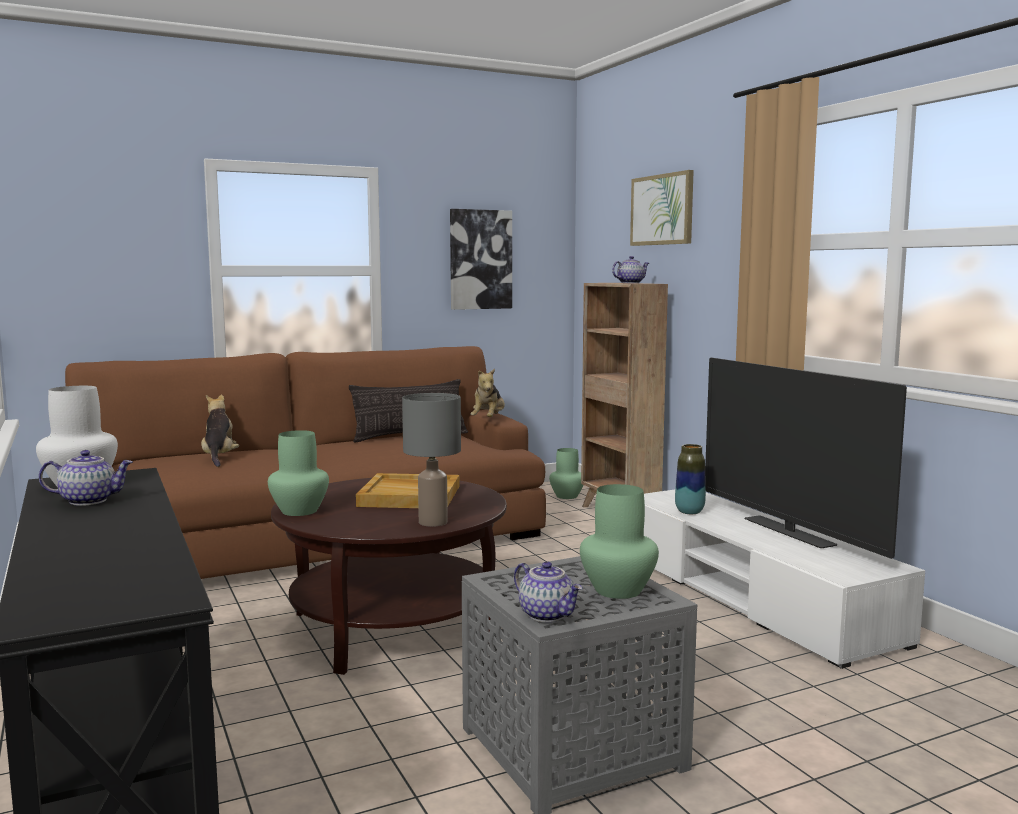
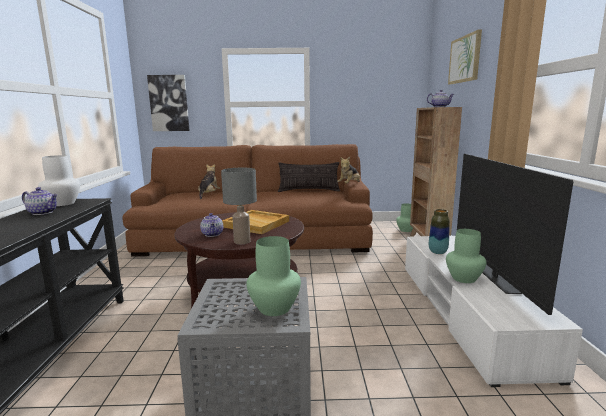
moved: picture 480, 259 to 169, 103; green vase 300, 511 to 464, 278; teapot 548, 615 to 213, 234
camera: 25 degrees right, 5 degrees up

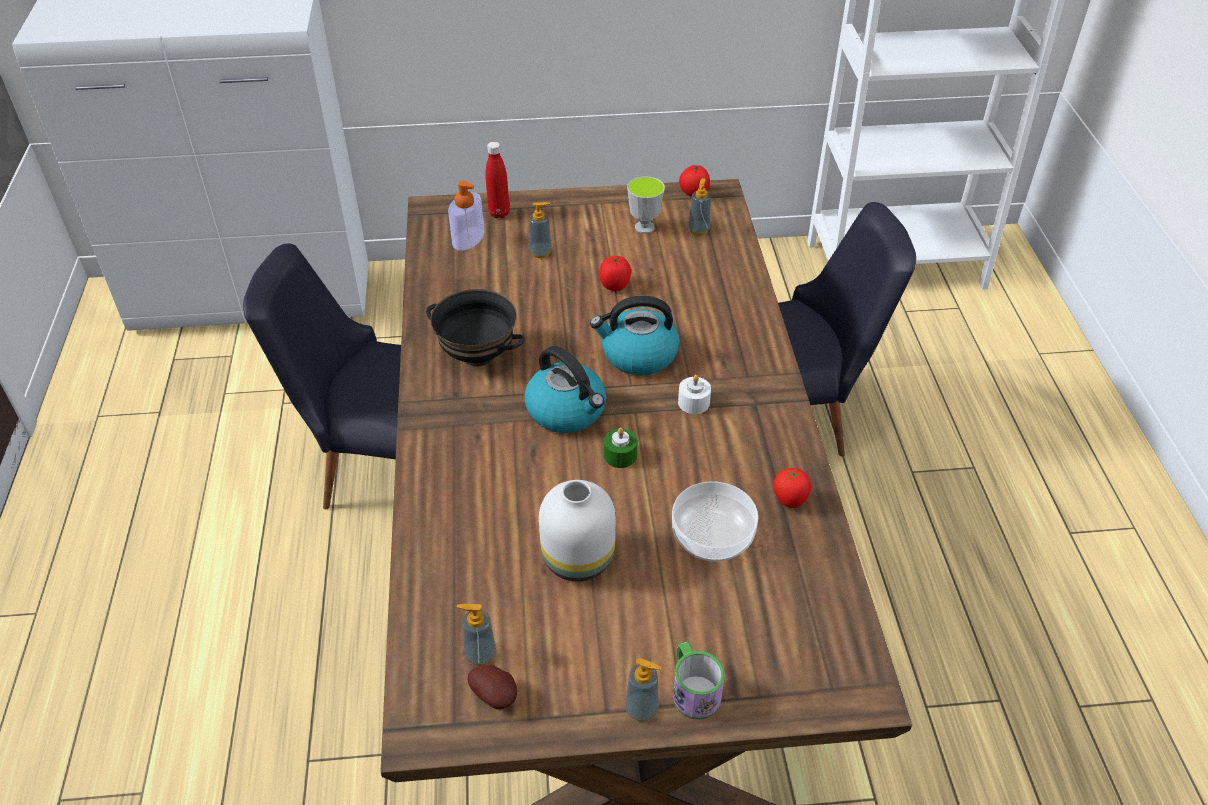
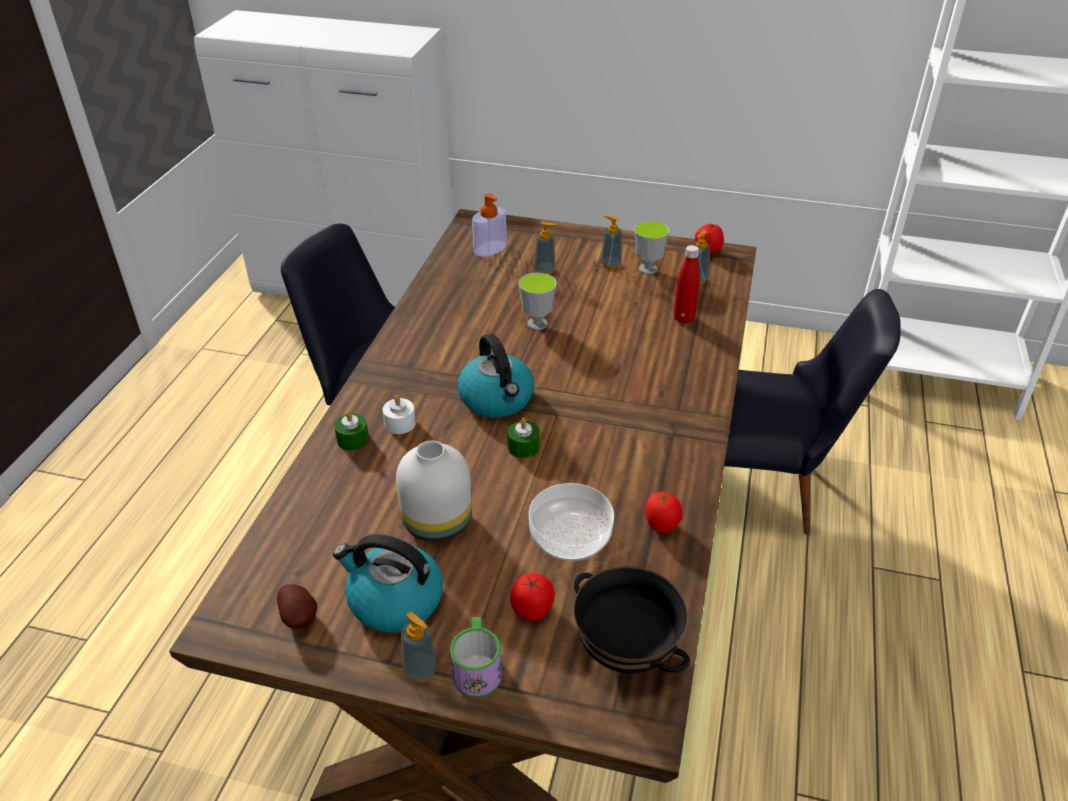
added: cup 537, 324; green candle 353, 439
moved: red bottle 499, 213 to 683, 318; tomato 615, 286 to 532, 610; black bowl 477, 356 to 624, 653; kettle 638, 355 to 394, 600; white candle 693, 402 to 400, 423; soap dispenser 480, 654 to 611, 265
camera: 20 degrees right, 5 degrees down

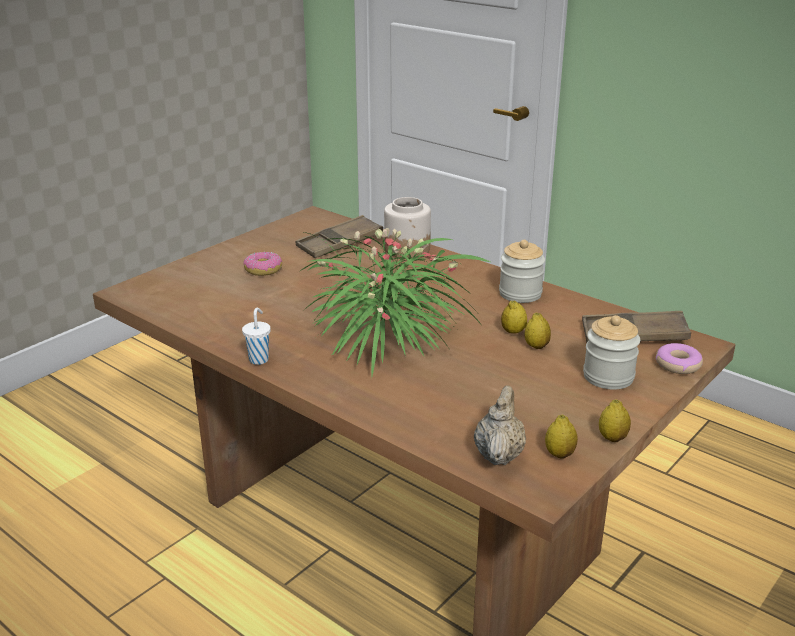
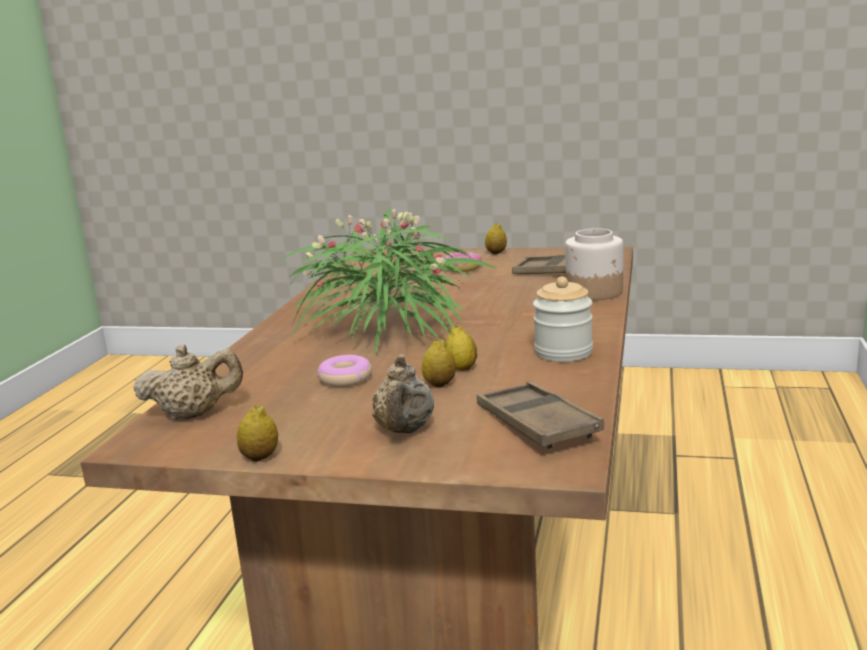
removed: white cup 259, 359
moved: donut 678, 365 to 345, 379; lemon 559, 454 to 496, 253
replaced: jar 608, 377 to beige teapot 404, 430
camera: 65 degrees right, 10 degrees down

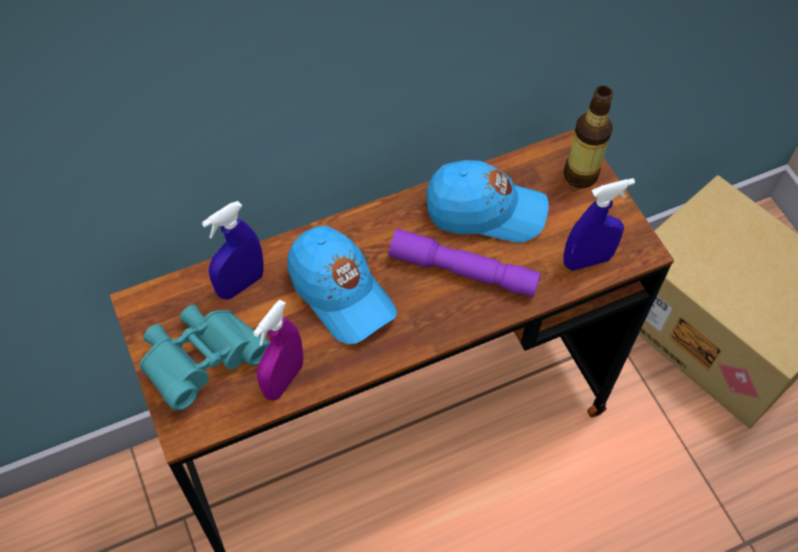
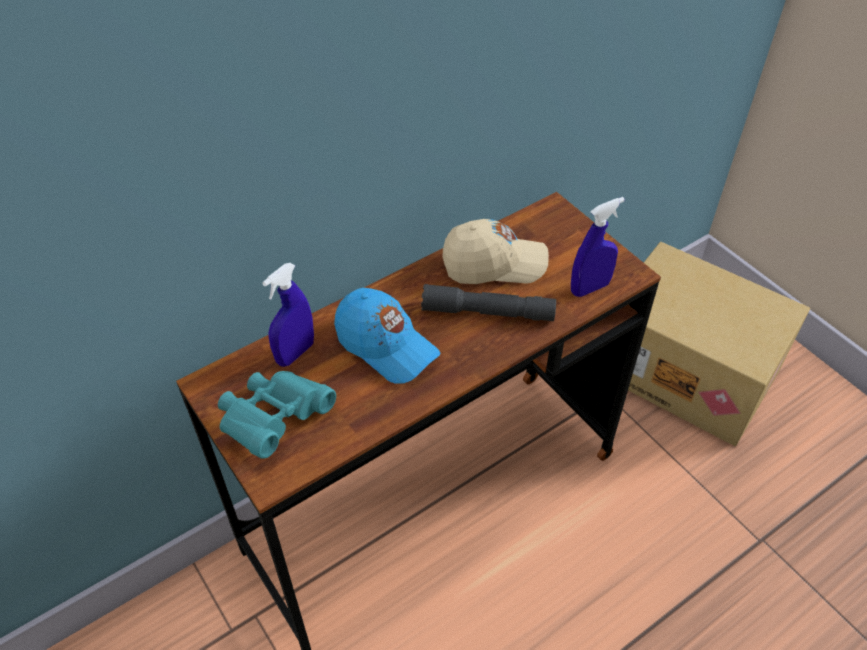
removed: bottle 580, 175; purple spray bottle 283, 380
recoloured: blue cap 485, 211 to beige cap 494, 264; purple flashlight 463, 271 to grey flashlight 488, 312
camera: 10 degrees left, 10 degrees down

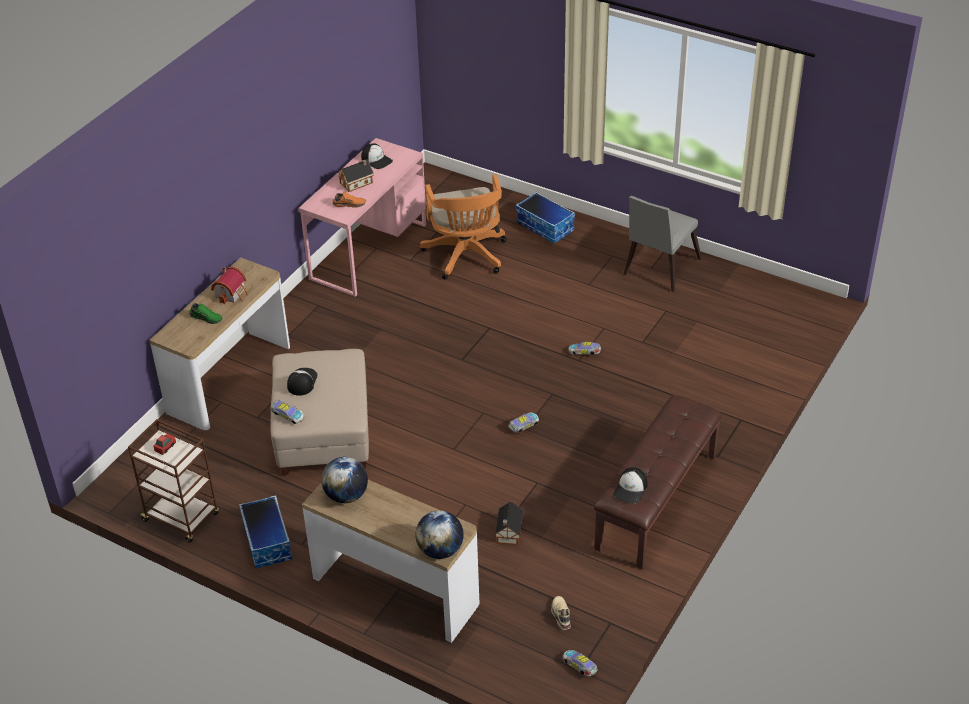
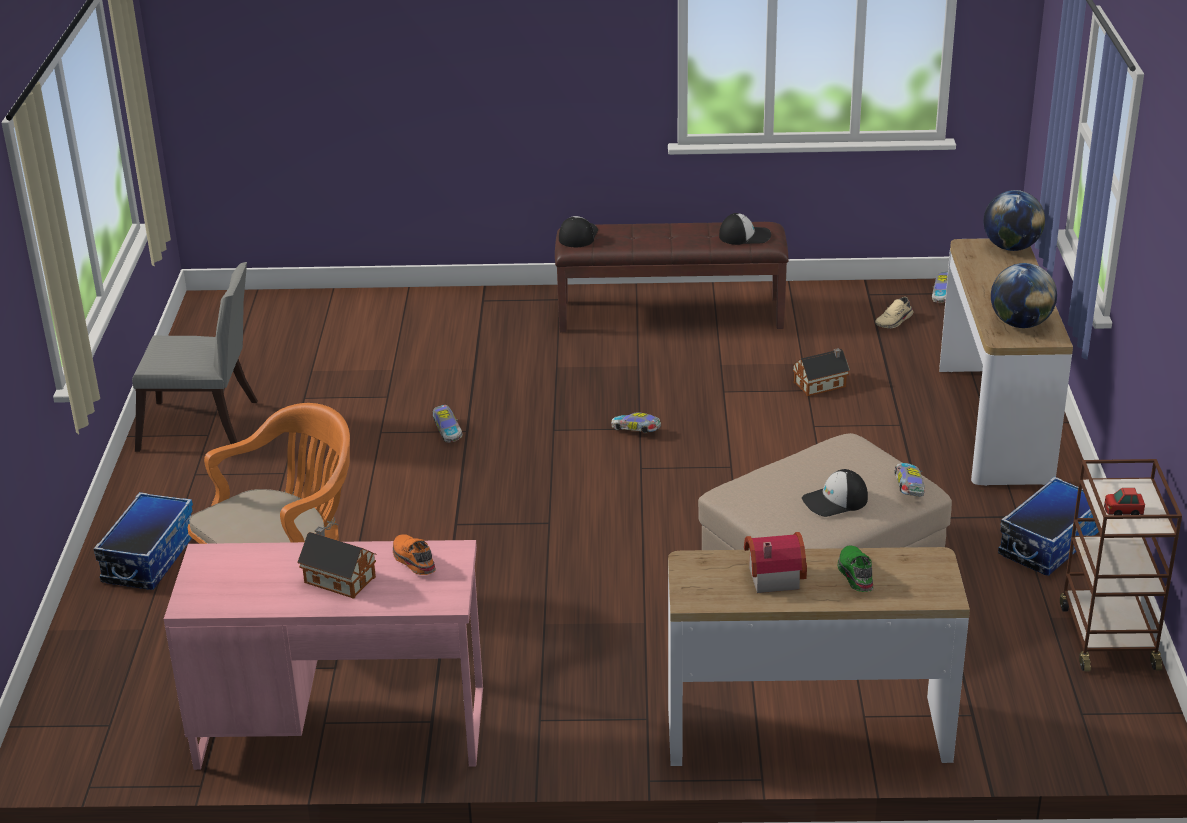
moved: cap 377, 160 to 577, 235
camera: 120 degrees left, 10 degrees down

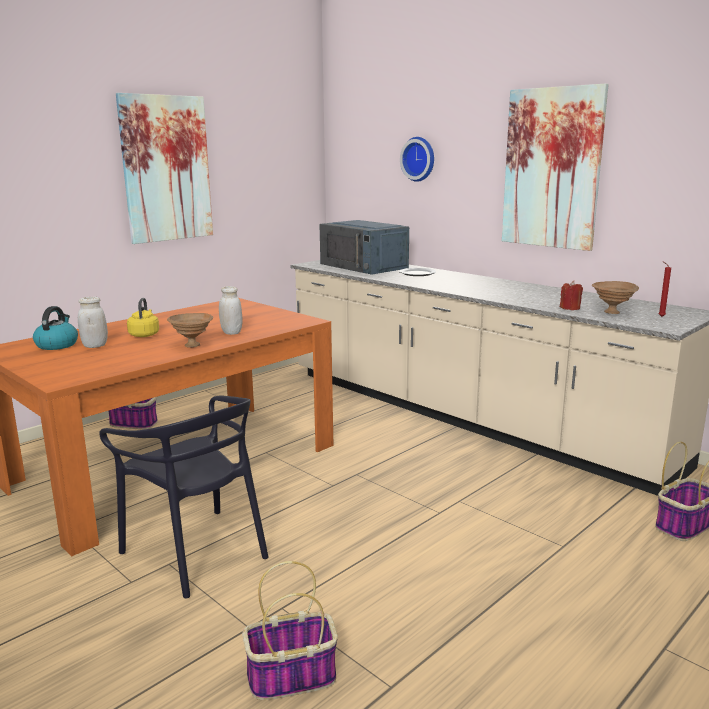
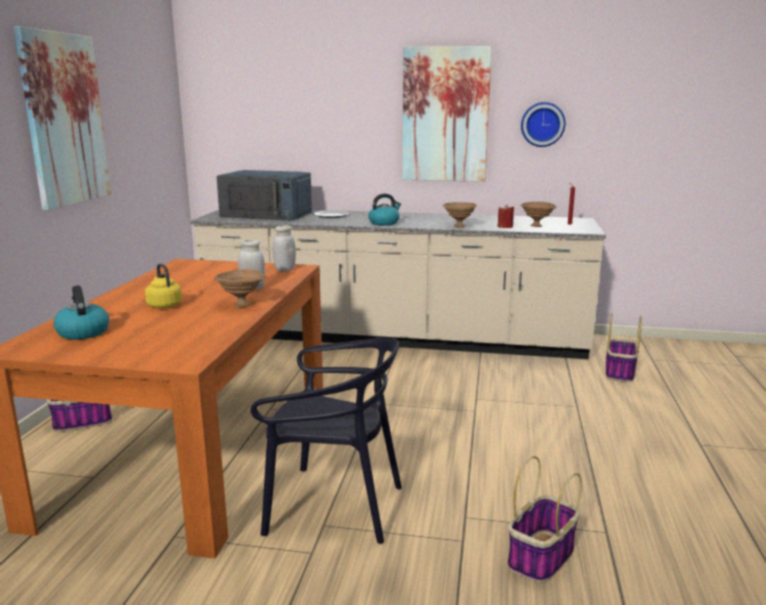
added: kettle 384, 223; brown bowl 459, 226
moved: wall clock 419, 159 to 542, 124; white jar 95, 345 to 285, 269
camera: 35 degrees left, 0 degrees up

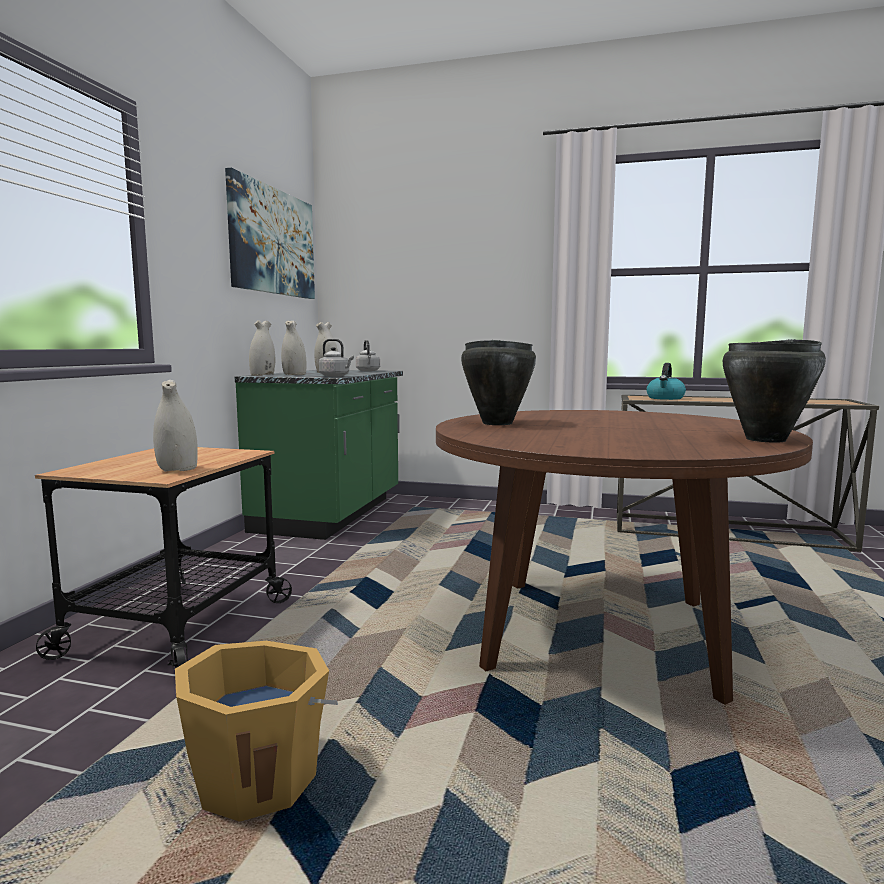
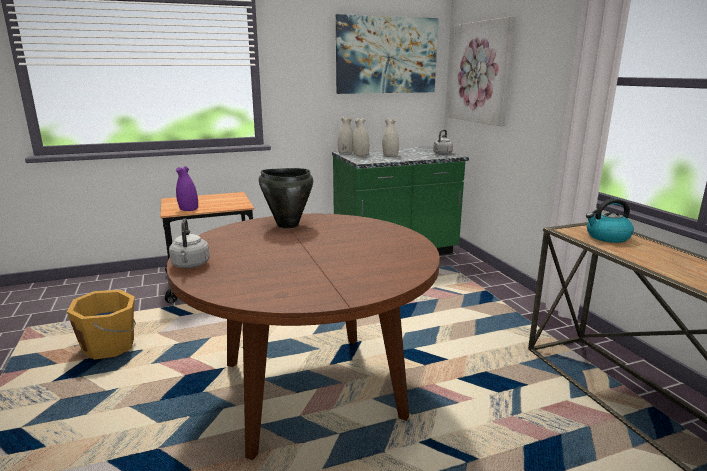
removed: black cooking pot 767, 439
added: picture 480, 73
moved: grey kettle 336, 376 to 190, 265
recoloured: white vase 177, 469 to purple vase 188, 209
camera: 55 degrees right, 10 degrees up

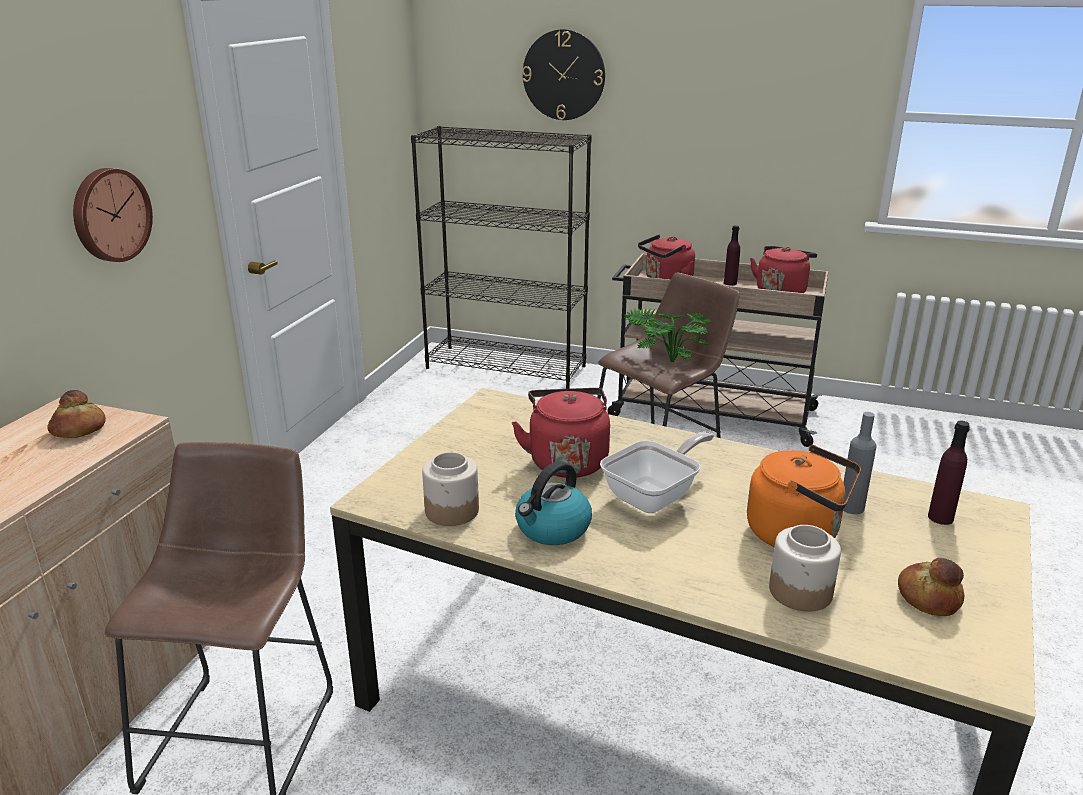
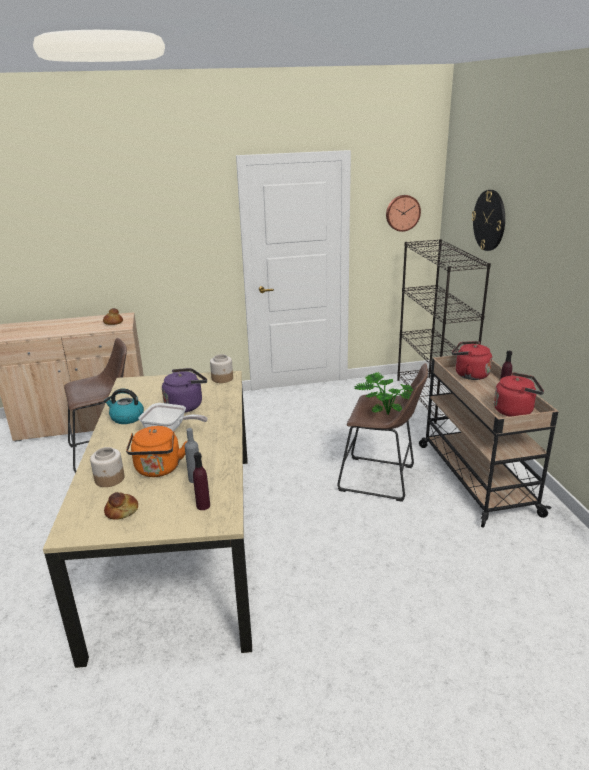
moved: wall clock 110, 215 to 402, 213; jar 452, 511 to 222, 378
recoloured: red kettle 567, 460 to purple kettle 186, 405
camera: 60 degrees right, 0 degrees up

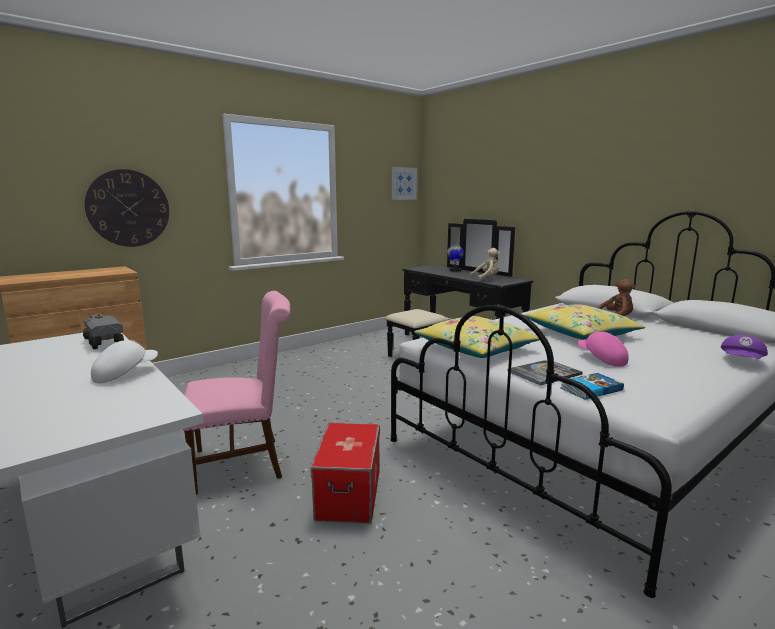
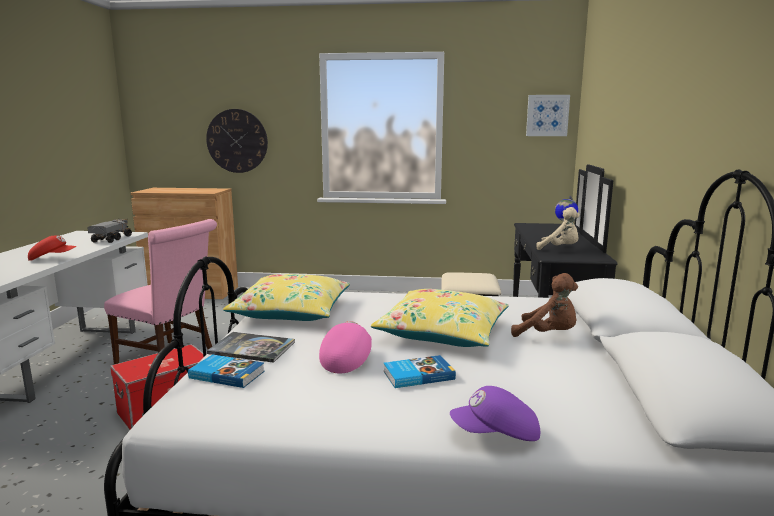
added: book 417, 375
recoloured: white cap 125, 374 to red cap 52, 258
camera: 45 degrees right, 0 degrees up

